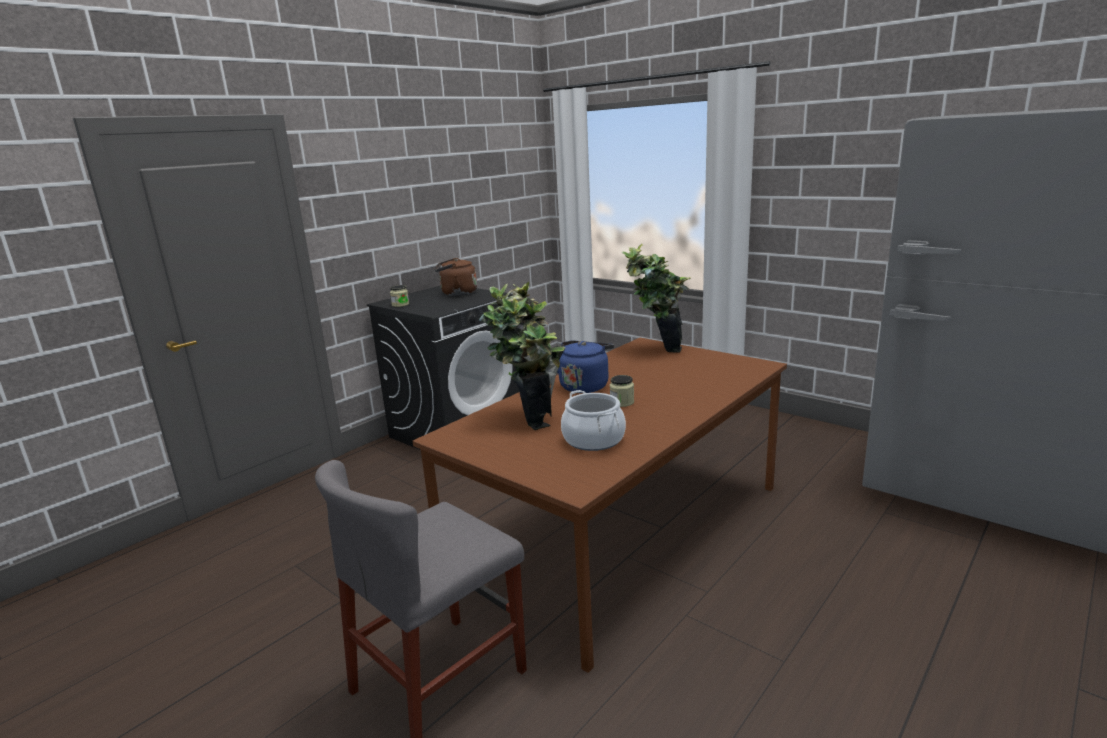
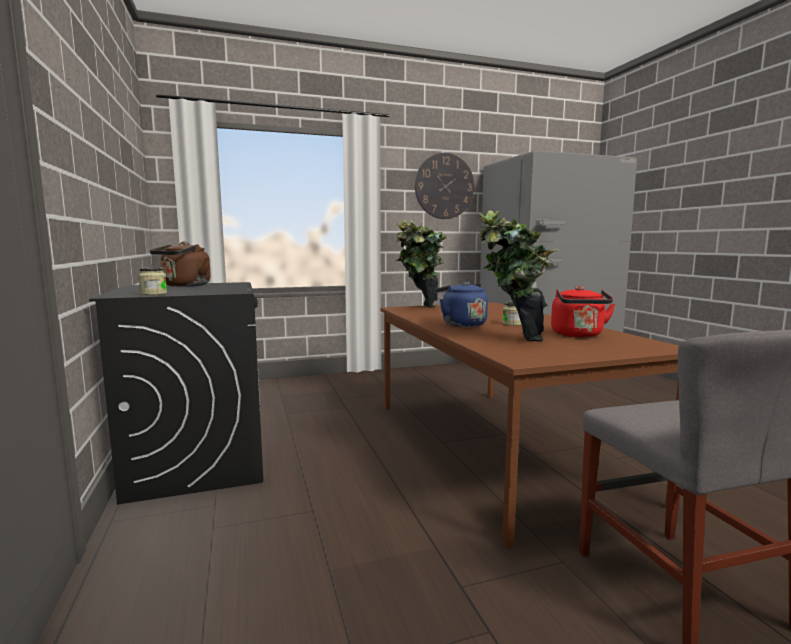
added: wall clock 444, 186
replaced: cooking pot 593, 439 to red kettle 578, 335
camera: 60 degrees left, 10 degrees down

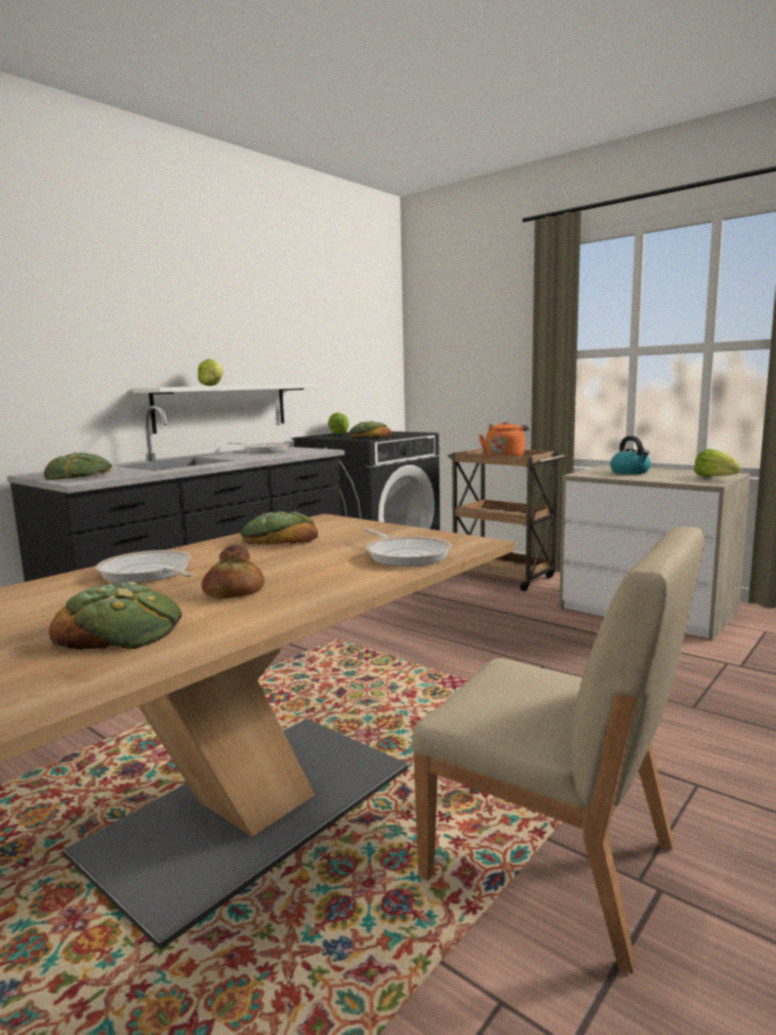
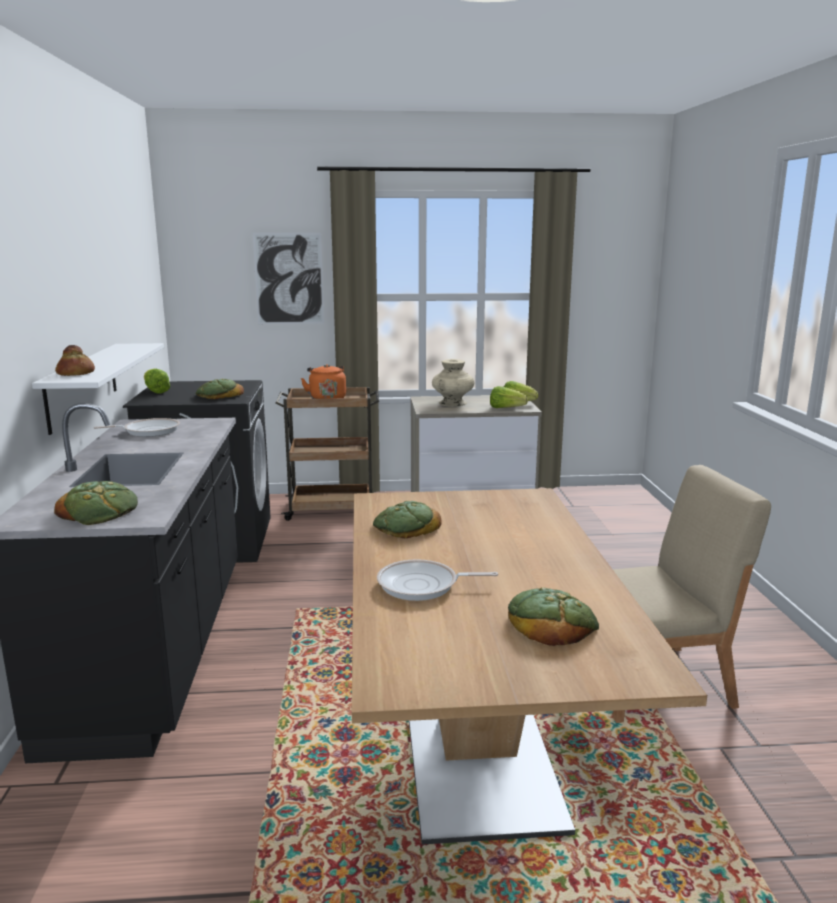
removed: frying pan 406, 555
added: picture 289, 279
moved: lettuce 213, 385 to 506, 408; bread 233, 592 to 76, 373
replaced: kettle 630, 472 to beige vase 453, 403
camera: 45 degrees left, 5 degrees up

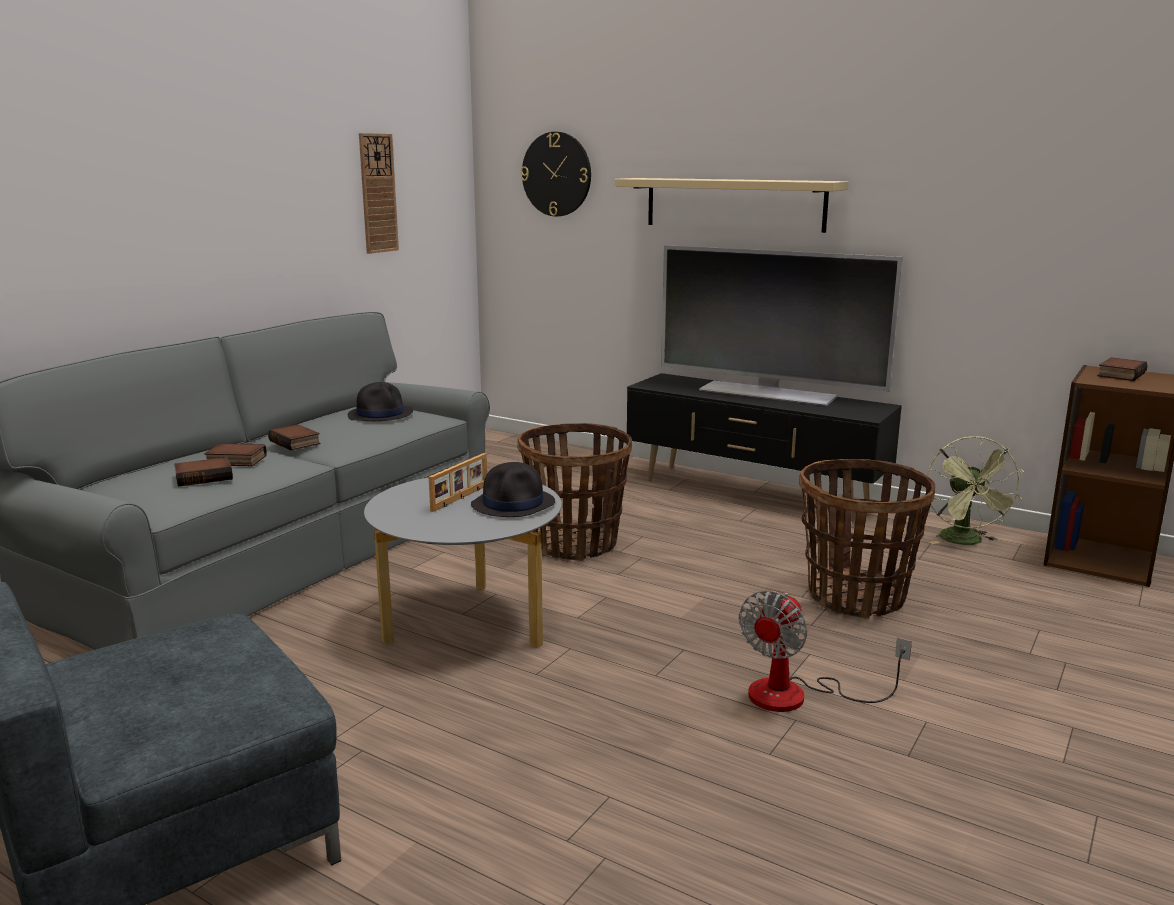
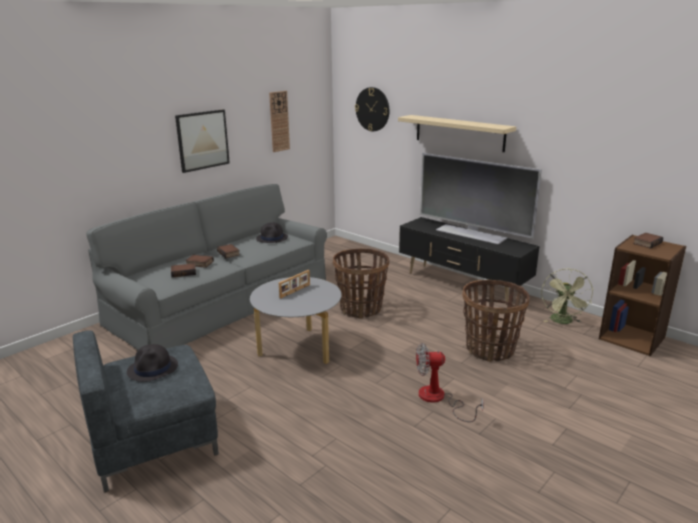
added: picture 202, 140
moved: black hat 514, 504 to 153, 369
turned: fan 797, 695 = 439, 399 45 degrees clockwise
camera: 10 degrees right, 5 degrees up

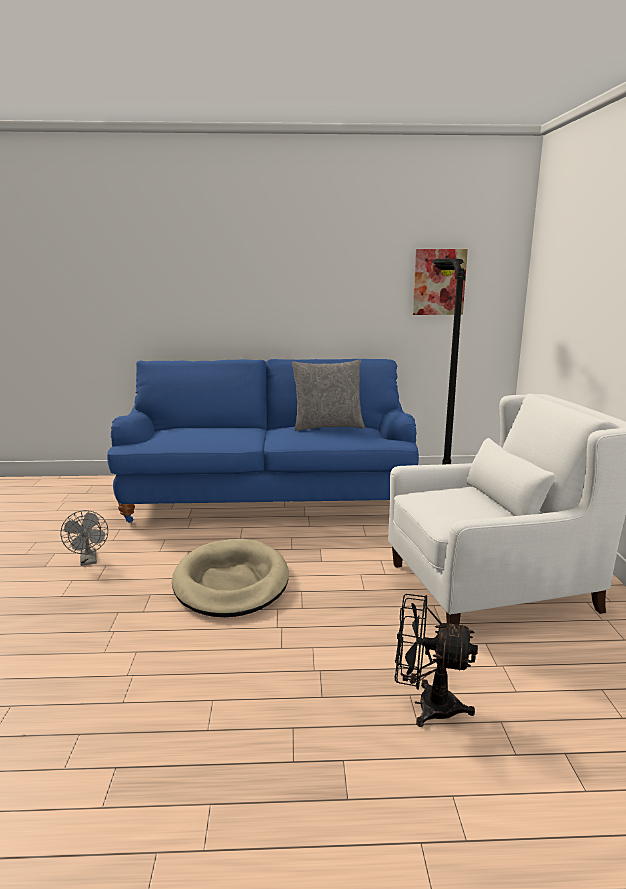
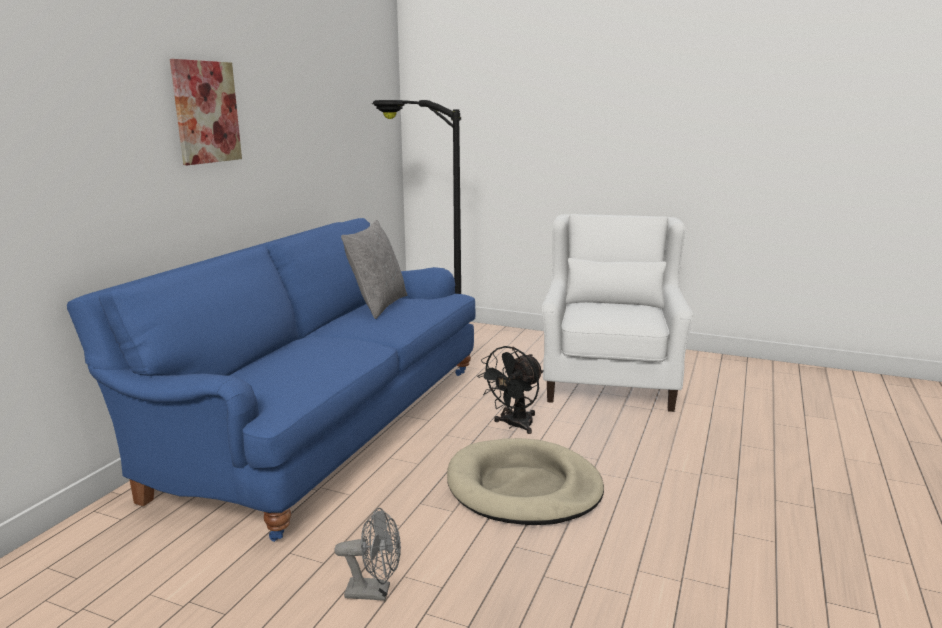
moved: picture 439, 282 to 206, 112; black fan 426, 705 to 514, 425
camera: 65 degrees left, 0 degrees up

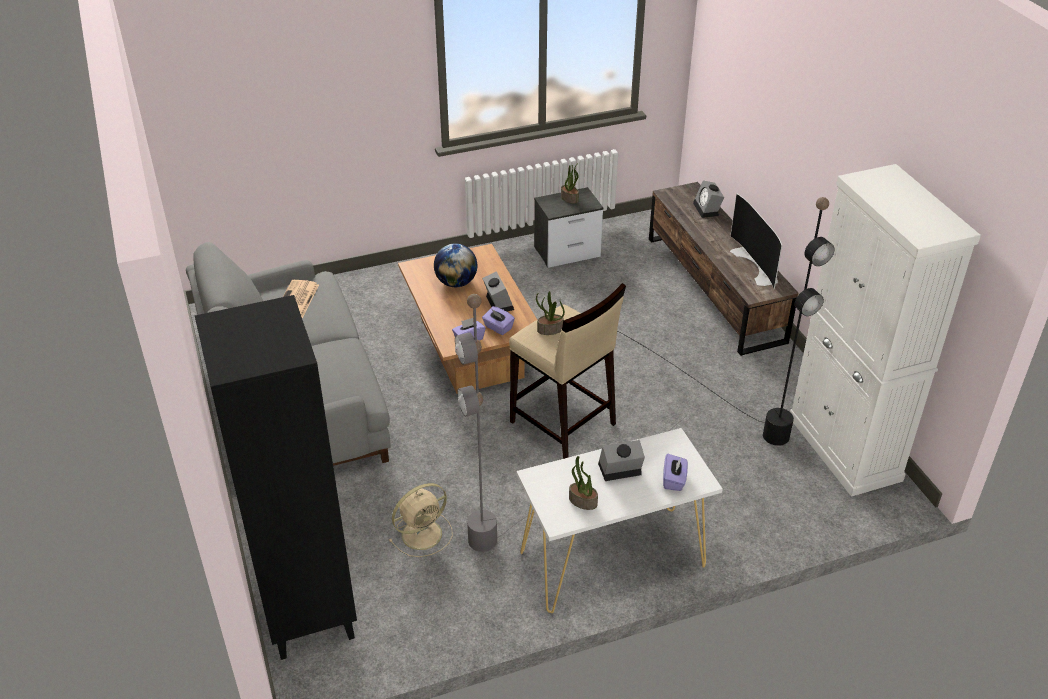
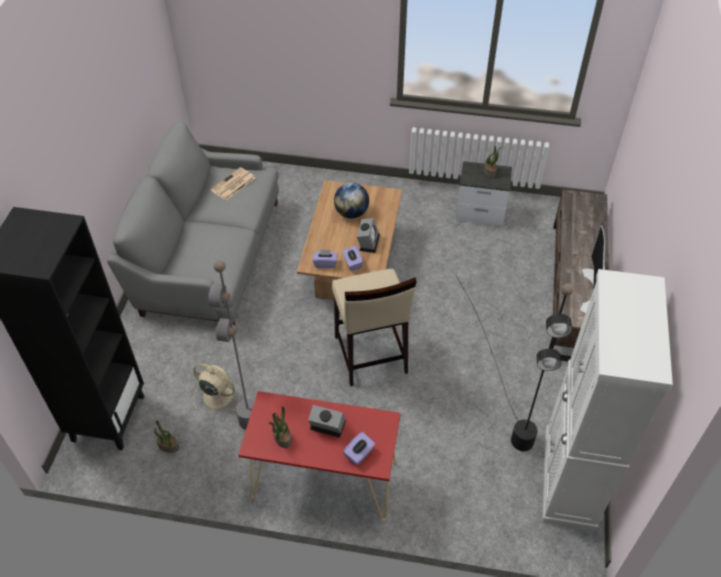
removed: alarm clock 707, 209
moved: potted plant 550, 330 to 168, 446
recoloured: white console table 611, 559 to red console table 323, 480
turned: beige fan 423, 533 = 216, 395 150 degrees counterclockwise
camera: 30 degrees right, 10 degrees up

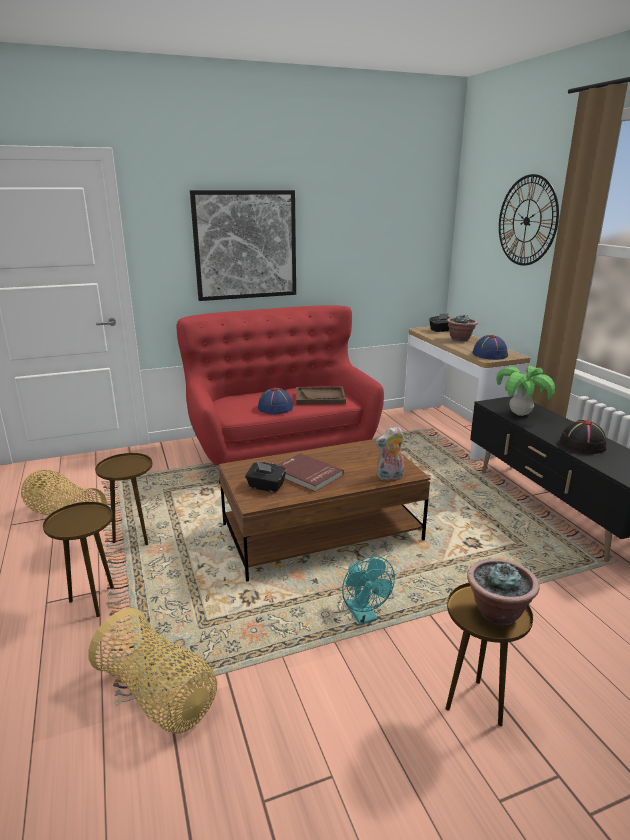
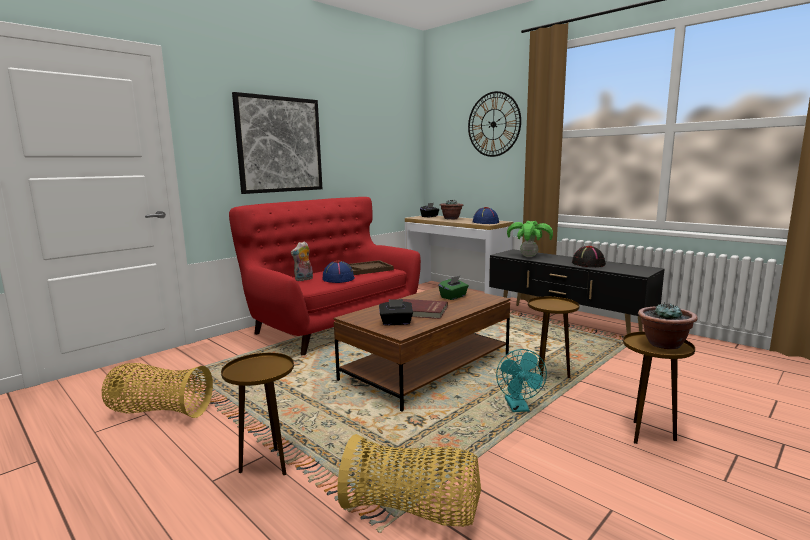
added: green tissue box 453, 297
moved: plush toy 390, 477 to 304, 279; brown side table 134, 538 to 549, 376
turned: turquoise fan 364, 616 = 518, 408 45 degrees clockwise
camera: 25 degrees left, 10 degrees down

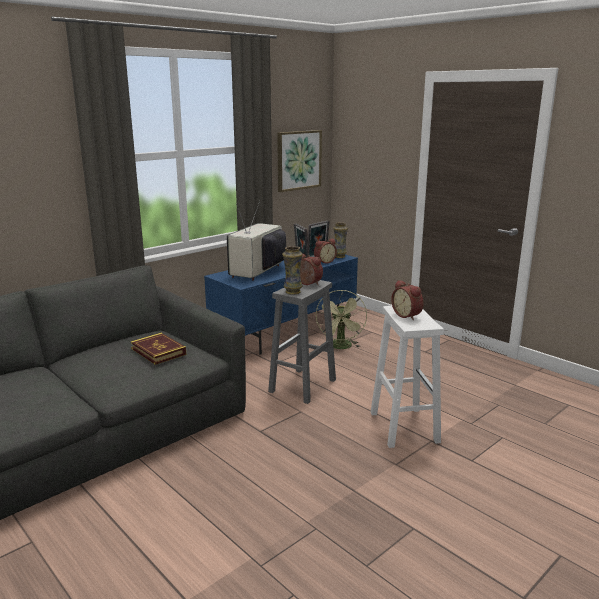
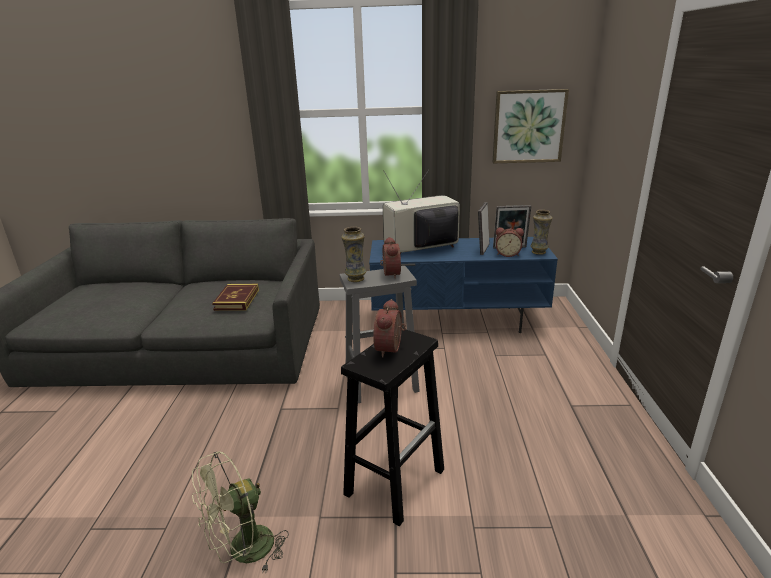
moved: green fan 341, 347 to 243, 552
recoloured: white stool 403, 426 to black stool 395, 481
camera: 45 degrees right, 5 degrees up

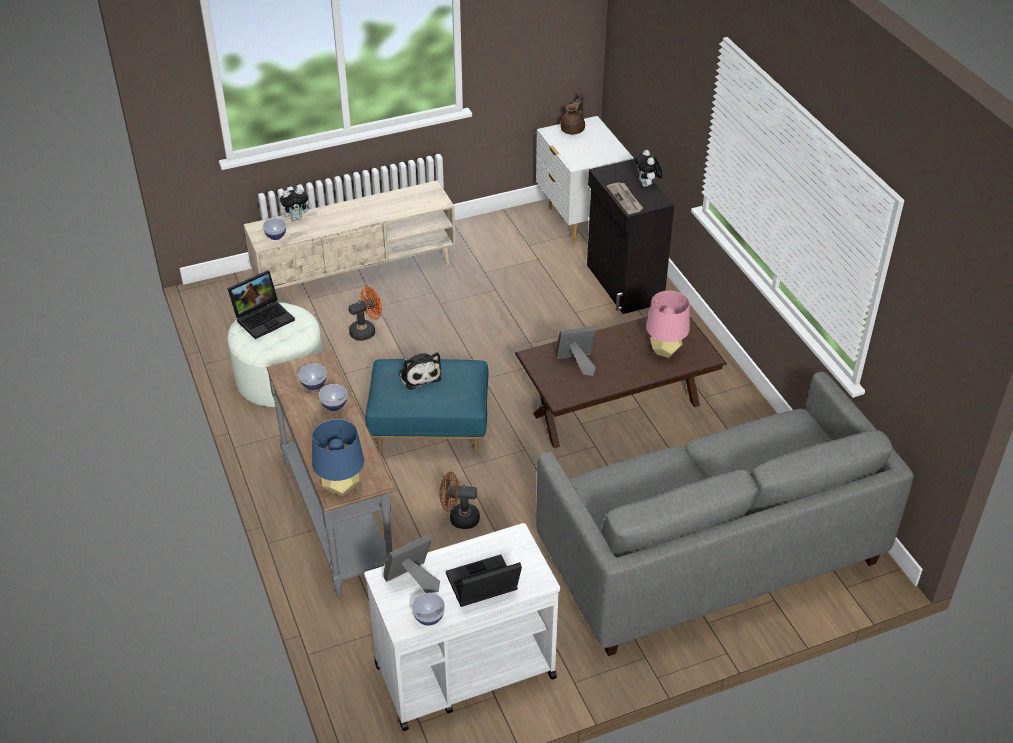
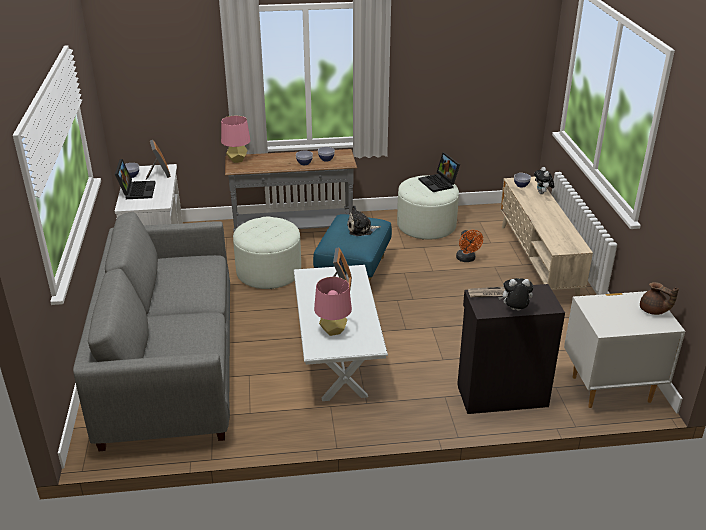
replaced: brown fan 459, 518 to white ottoman 269, 272
recoloured: brown coffee table 616, 409 to white coffee table 337, 355; blue table lamp 341, 487 to pink table lamp 237, 160
camera: 105 degrees right, 10 degrees down

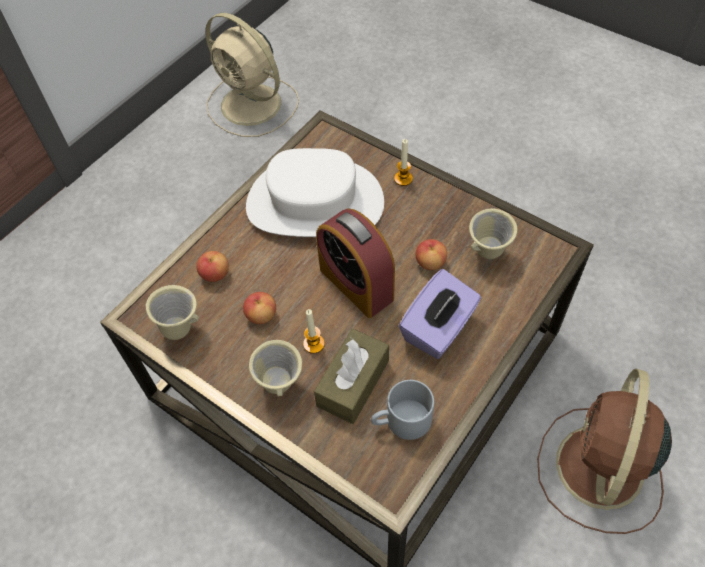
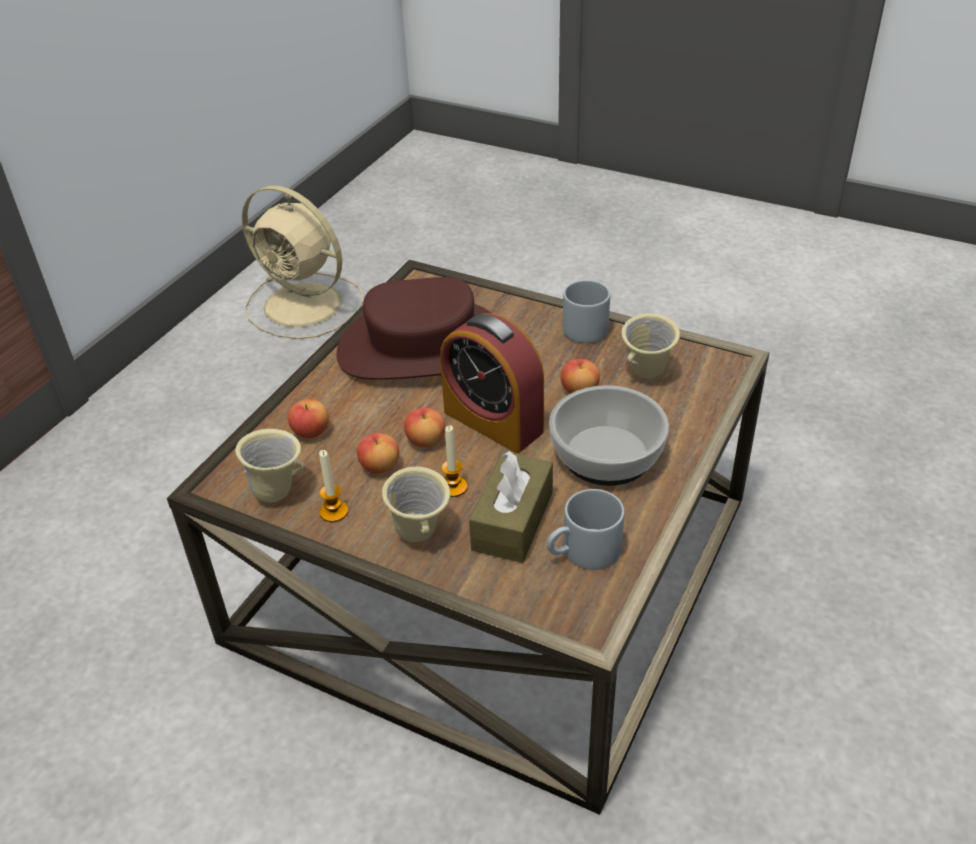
removed: brown fan 598, 471
added: grey mug 582, 324; apple 426, 440
moved: candle 403, 179 to 334, 512
replaced: purple tissue box 438, 329 to bowl 606, 454
recoloured: white hat 314, 204 to brown hat 423, 348
camera: 10 degrees left, 15 degrees down

